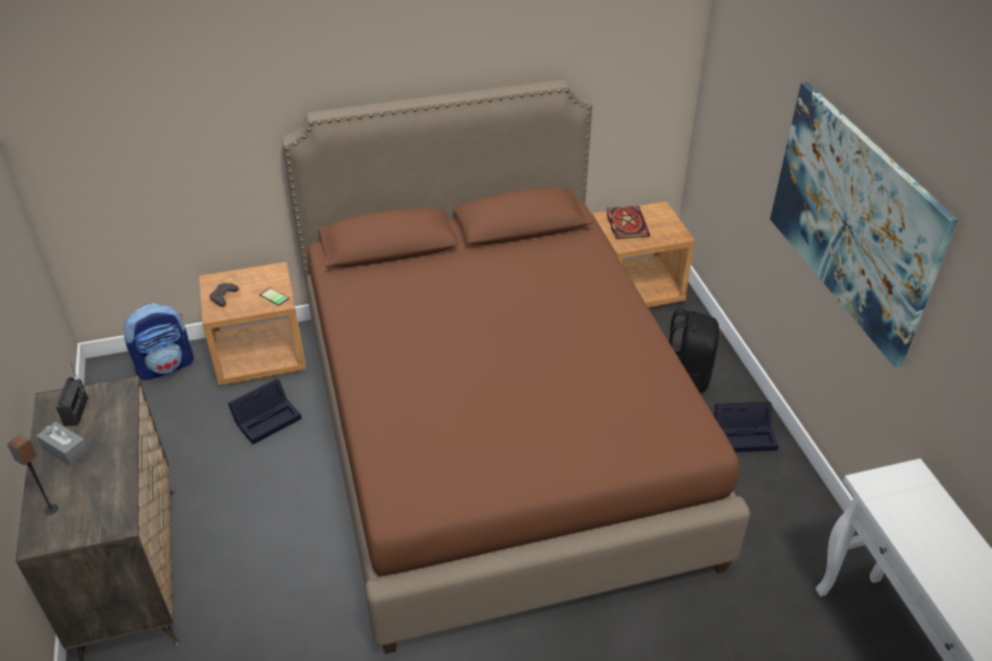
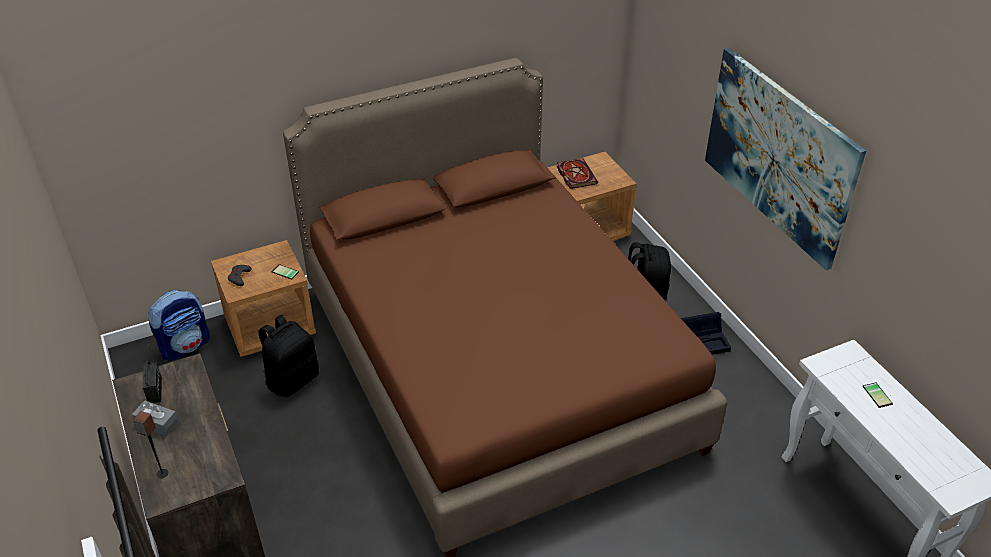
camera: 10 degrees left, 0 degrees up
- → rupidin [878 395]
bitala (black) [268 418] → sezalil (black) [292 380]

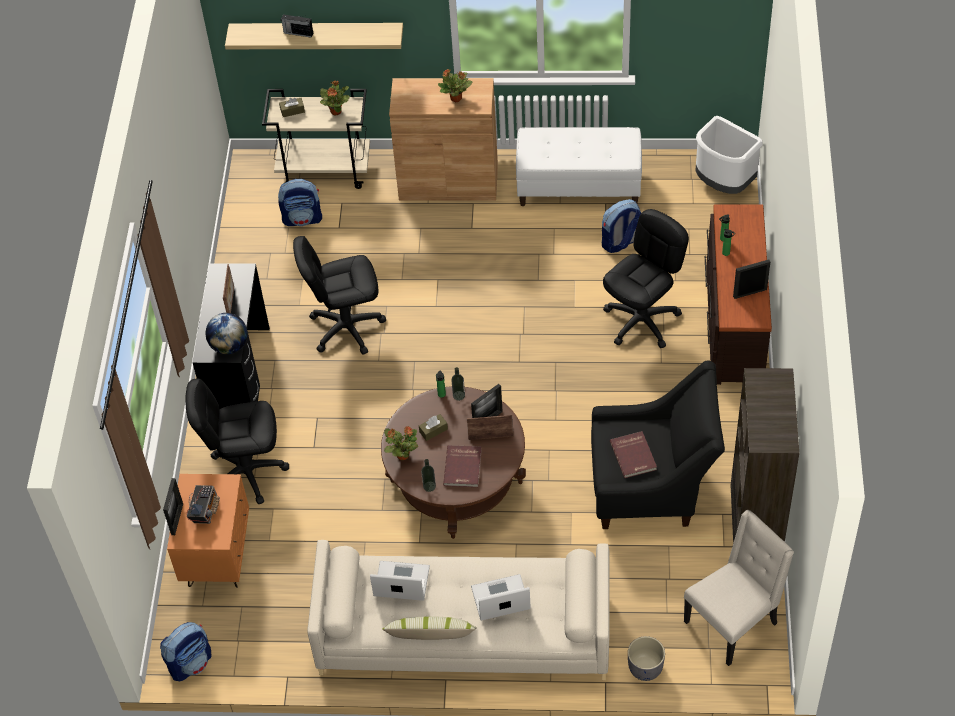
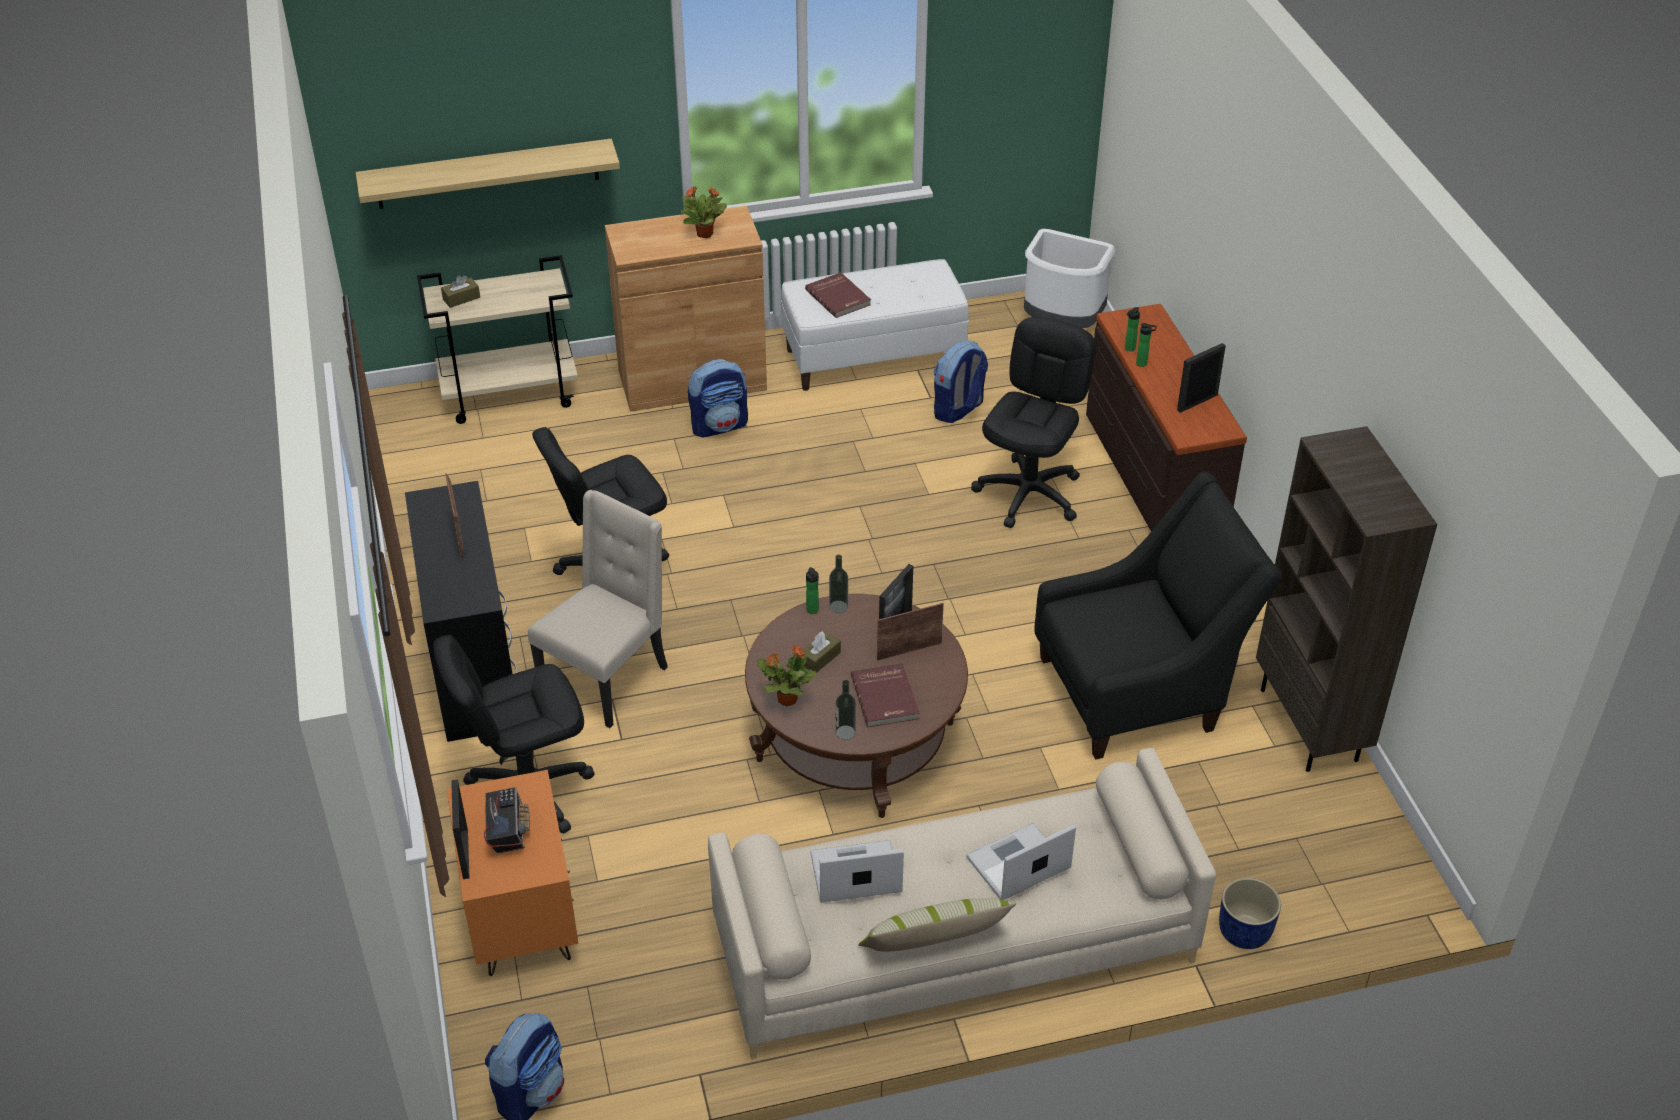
camera: 20 degrees left, 10 degrees down
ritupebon [229 346] → -
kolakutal [298 33] → -
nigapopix [336 111] → -
sezalil [303 218] → sezalil [719 425], relocated
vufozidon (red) [634 456] → vufozidon (red) [839 297], relocated
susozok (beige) [733 622] → susozok (beige) [607 678], relocated
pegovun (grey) [644 668] → pegovun (blue) [1243 932]

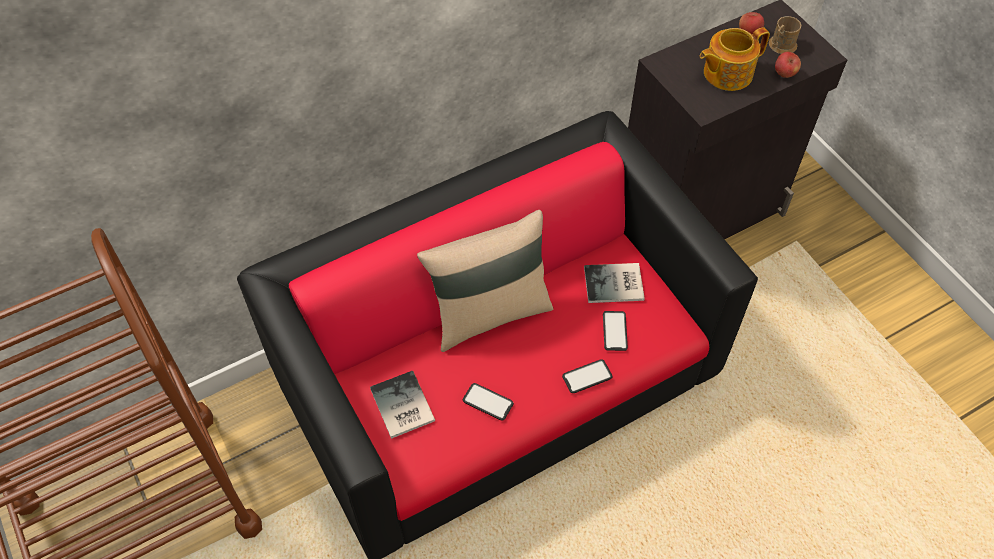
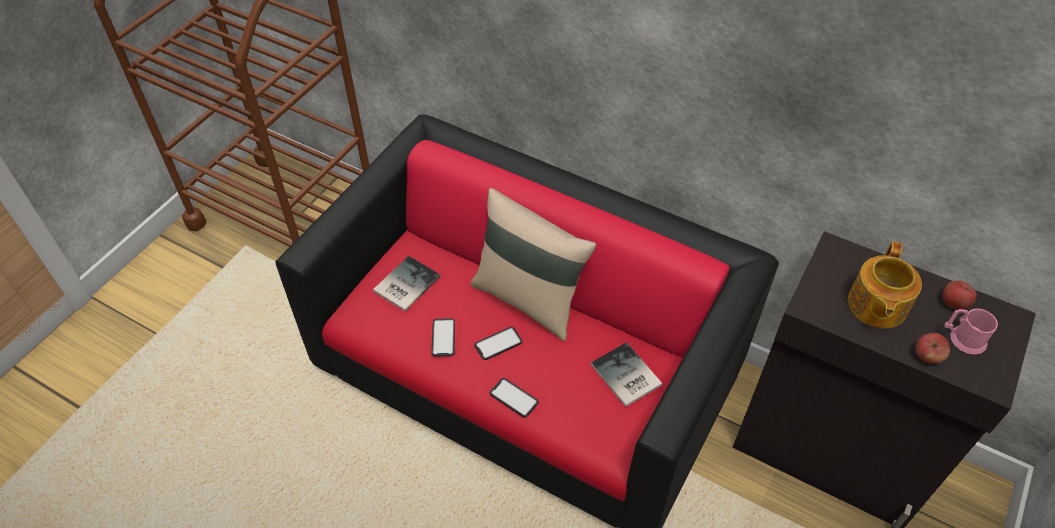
camera: 60 degrees right, 5 degrees down
rupidin [615 331] → rupidin [498 344], relocated
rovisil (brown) [780 46] → rovisil (pink) [962 338]
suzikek [726 73] → suzikek [876 306], 105 degrees counterclockwise

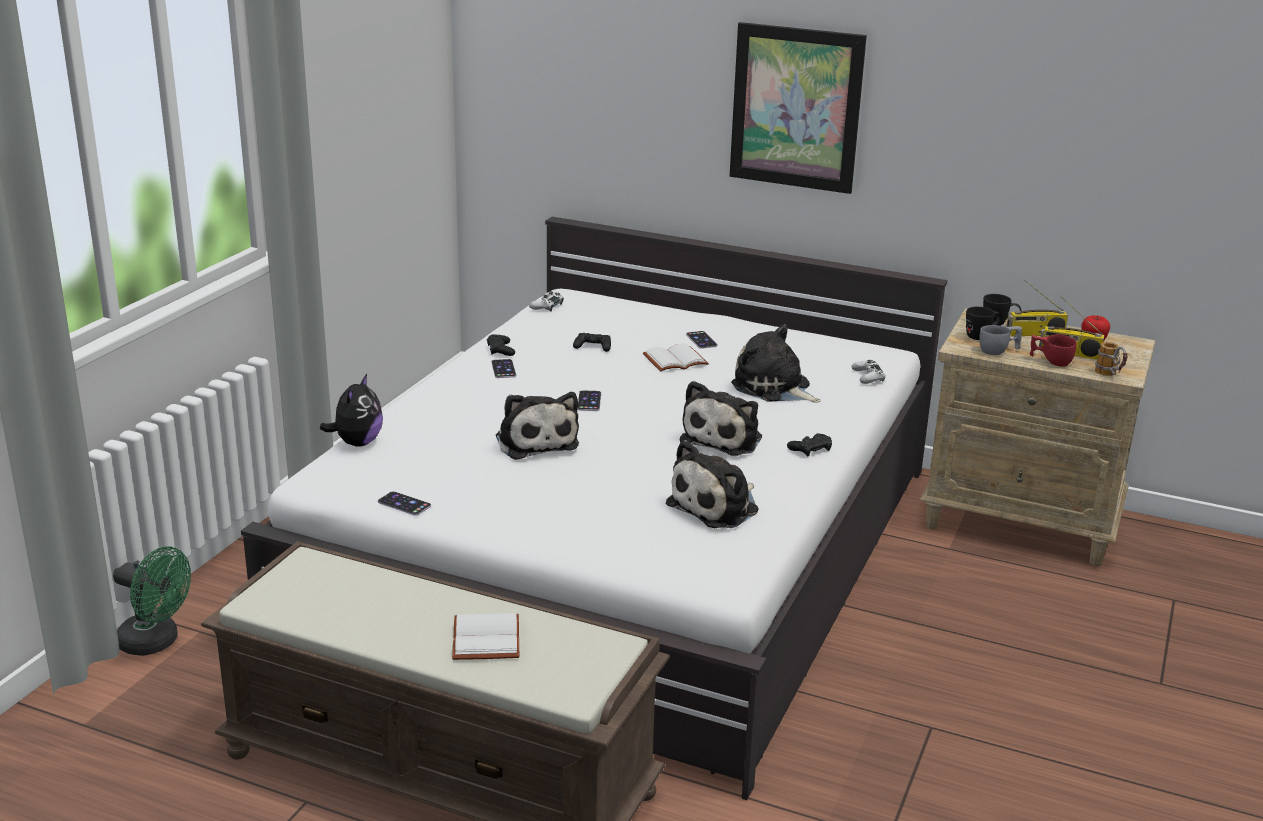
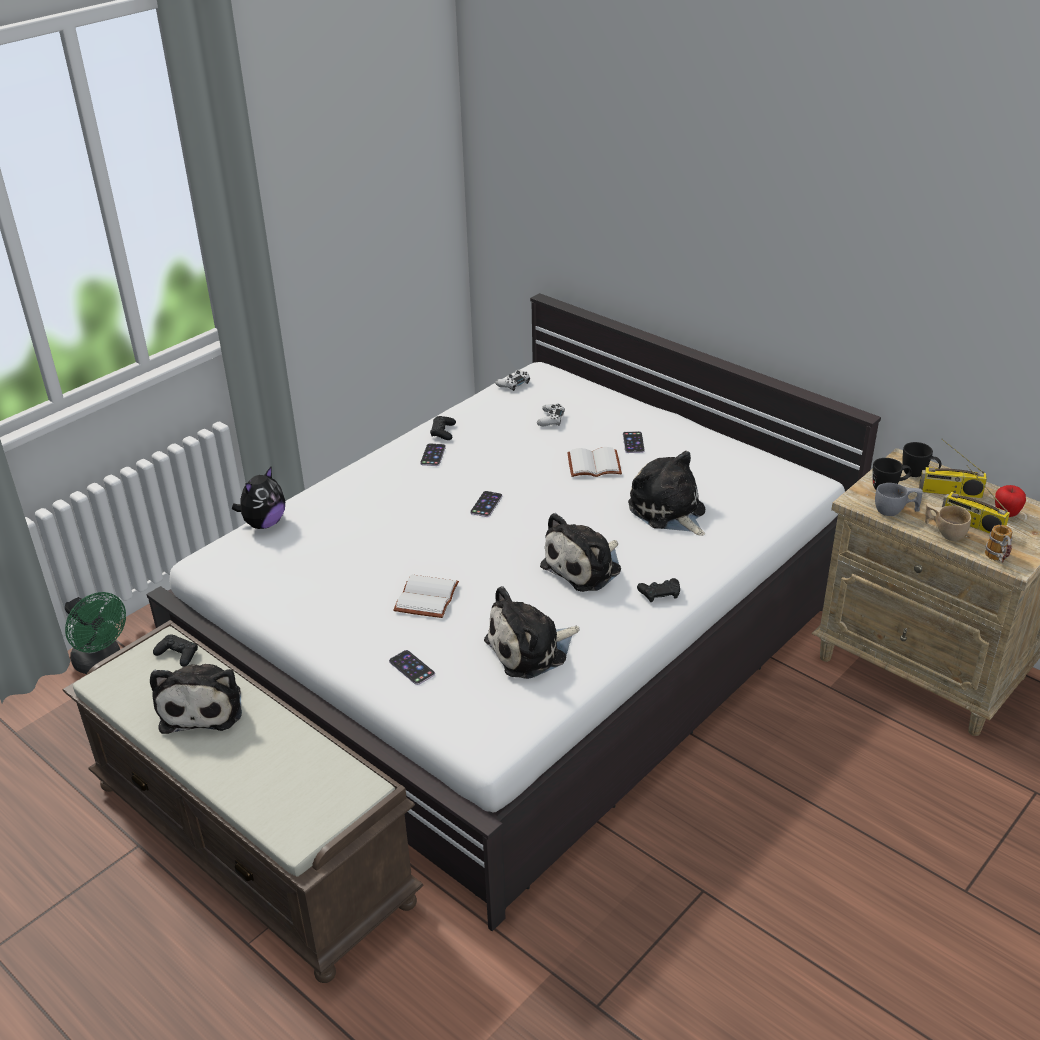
camera: 20 degrees right, 10 degrees up
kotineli [796 108] → -
rupidin [404 504] → rupidin [412 667], relocated
vufozidon (white) [484 638] → vufozidon (white) [425 597], relocated
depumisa [535 441] → depumisa [203 706], relocated
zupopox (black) [593 347] → zupopox (black) [178 654], relocated
zupopox (white) [868 377] → zupopox (white) [551 419], relocated
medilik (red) [1050 361] → medilik (beige) [944 532]

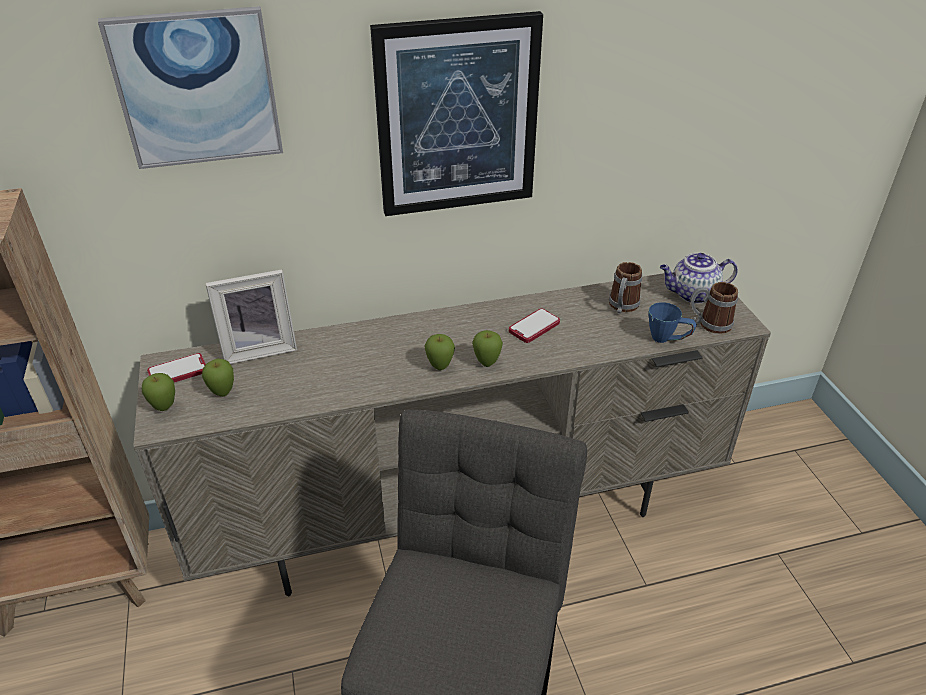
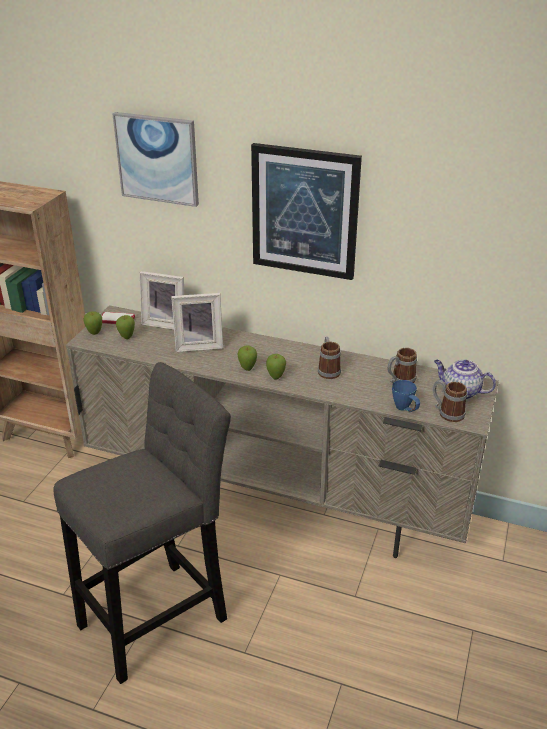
camera: 35 degrees right, 5 degrees down
- → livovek [199 345]
rupidin [534 327] → rovisil [328 370]

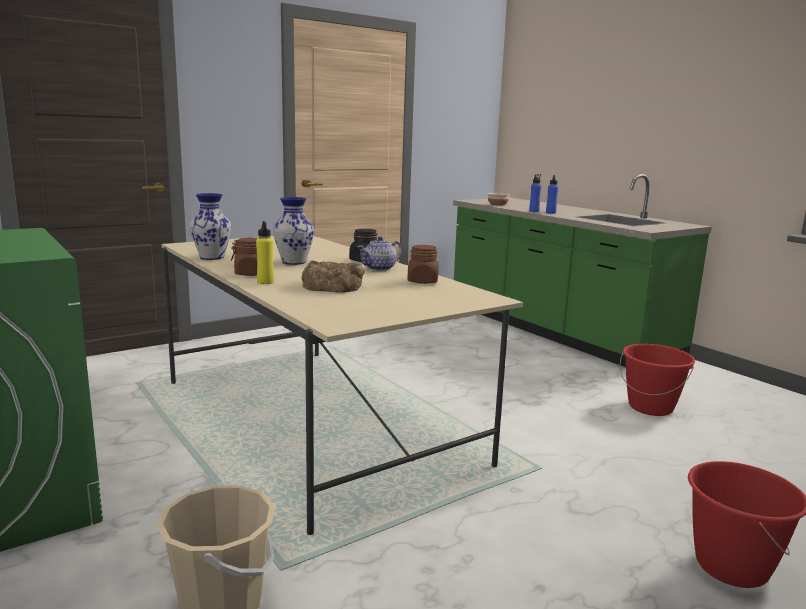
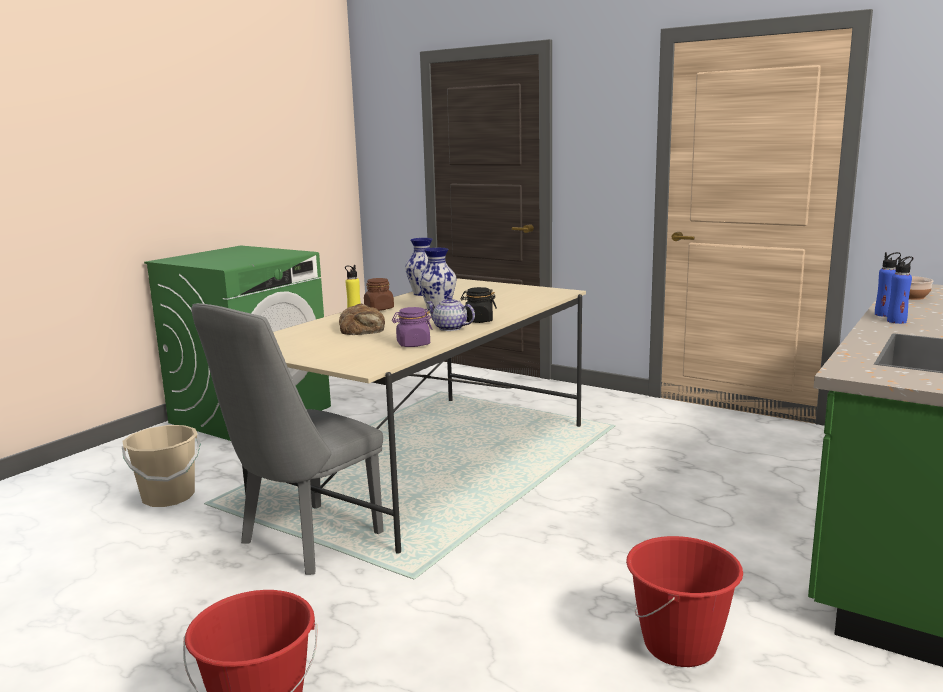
camera: 70 degrees right, 0 degrees up
- → susozok (grey) [303 543]
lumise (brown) [423 281] → lumise (purple) [413 344]

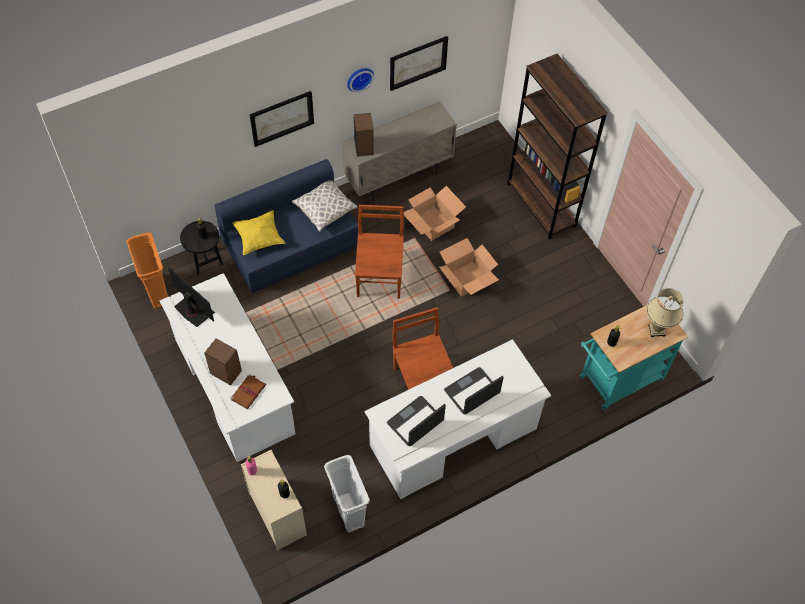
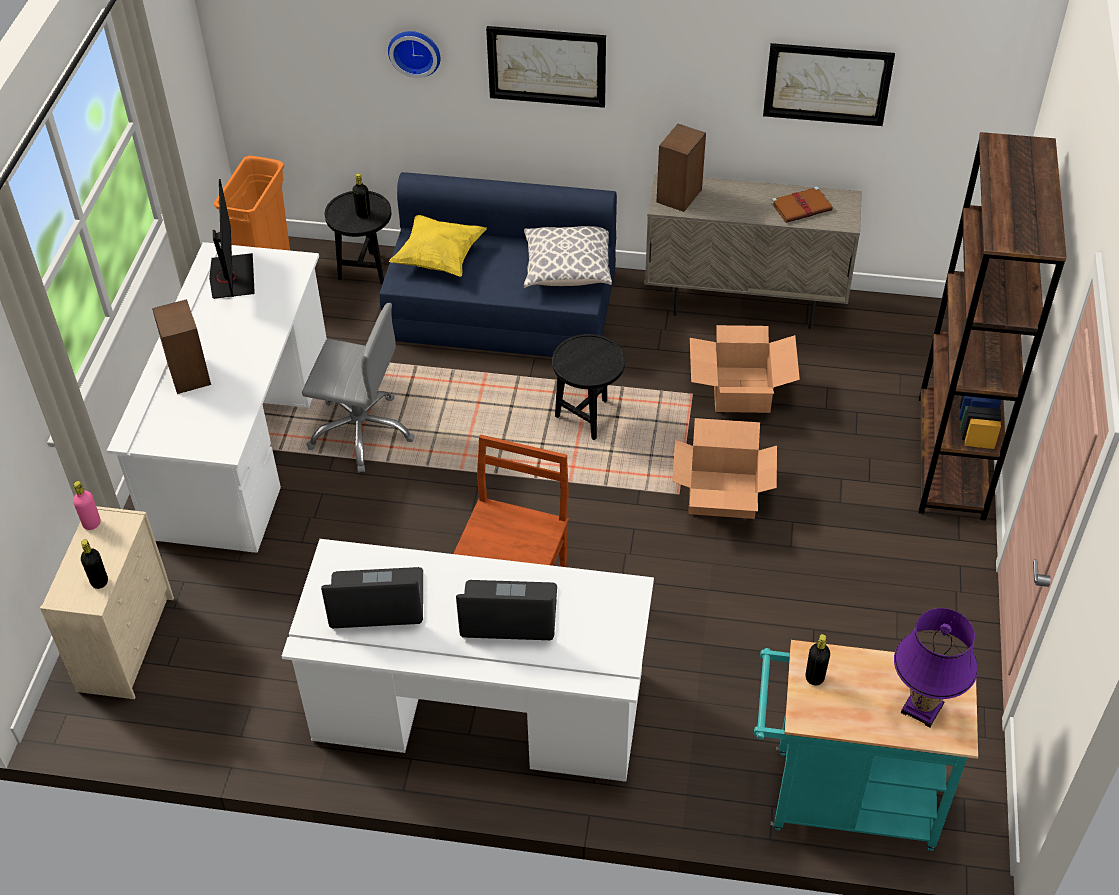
camera: 40 degrees right, 10 degrees down
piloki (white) [348 511] → -
- → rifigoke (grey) [361 432]
vufozidon (brown) [248 392] → vufozidon (brown) [802 207], relocated
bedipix [359 78] → bedipix [415 51], relocated
susozok (brown) [379 276] → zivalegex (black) [588 416]
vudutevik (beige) [656 330] → vudutevik (purple) [921 708]

